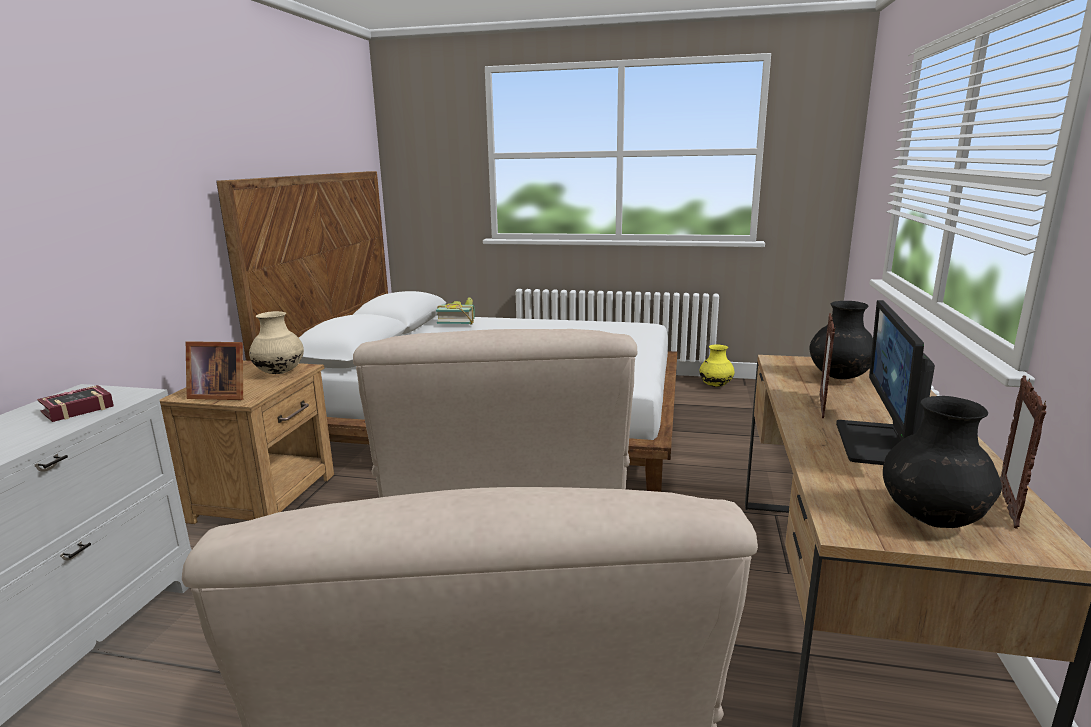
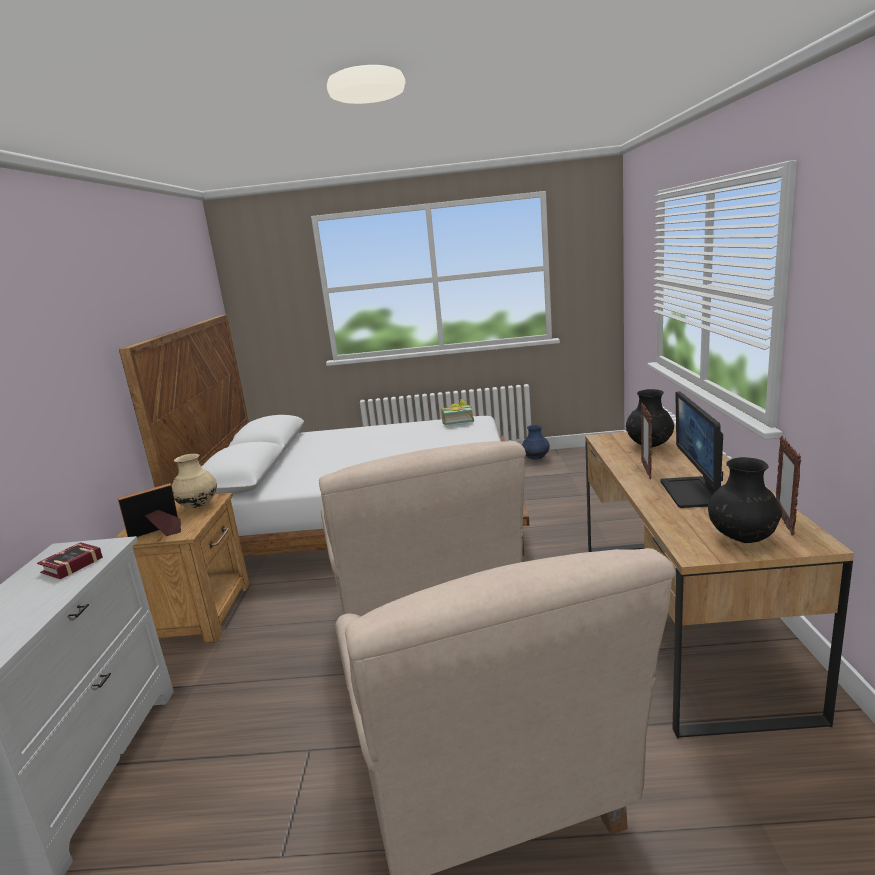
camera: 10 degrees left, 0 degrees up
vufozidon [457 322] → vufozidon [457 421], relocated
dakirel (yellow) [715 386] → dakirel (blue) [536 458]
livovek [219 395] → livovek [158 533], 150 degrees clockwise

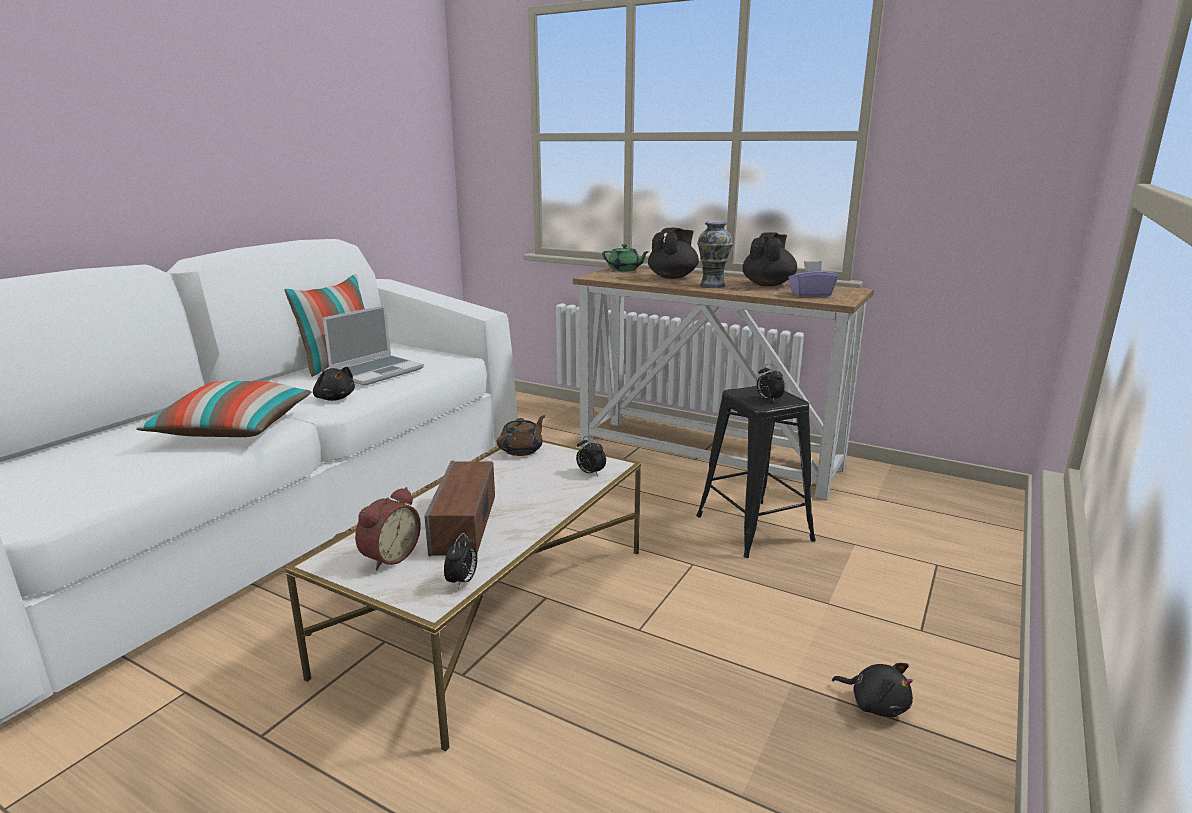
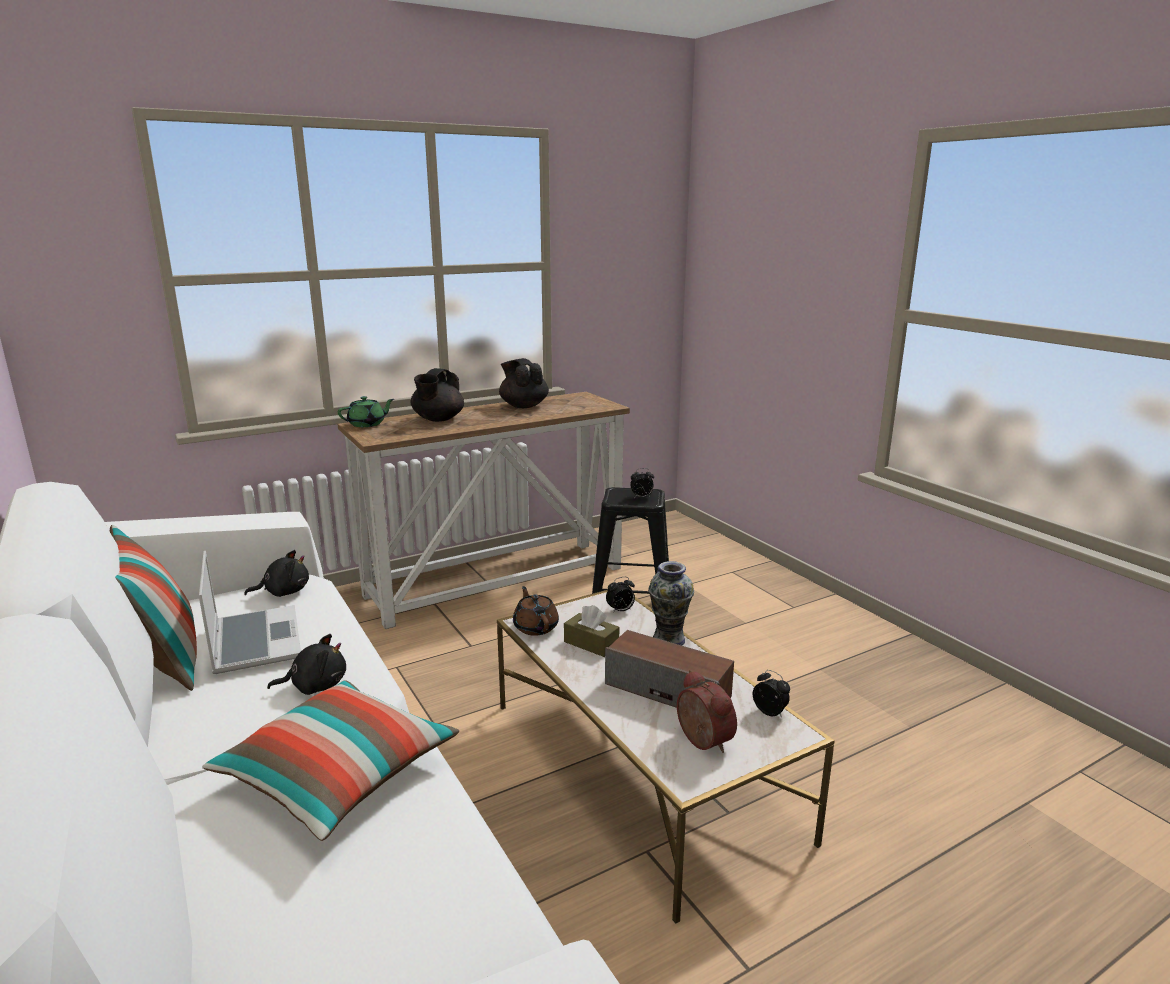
camera: 60 degrees left, 0 degrees up
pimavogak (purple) [810 294] → -
- → pimavogak (brown) [591 644]
dakirel [712 285] → dakirel [668 639], relocated
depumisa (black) [875 704] → depumisa (black) [284 592], relocated
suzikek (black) [673 277] → suzikek (black) [437 419], 135 degrees counterclockwise

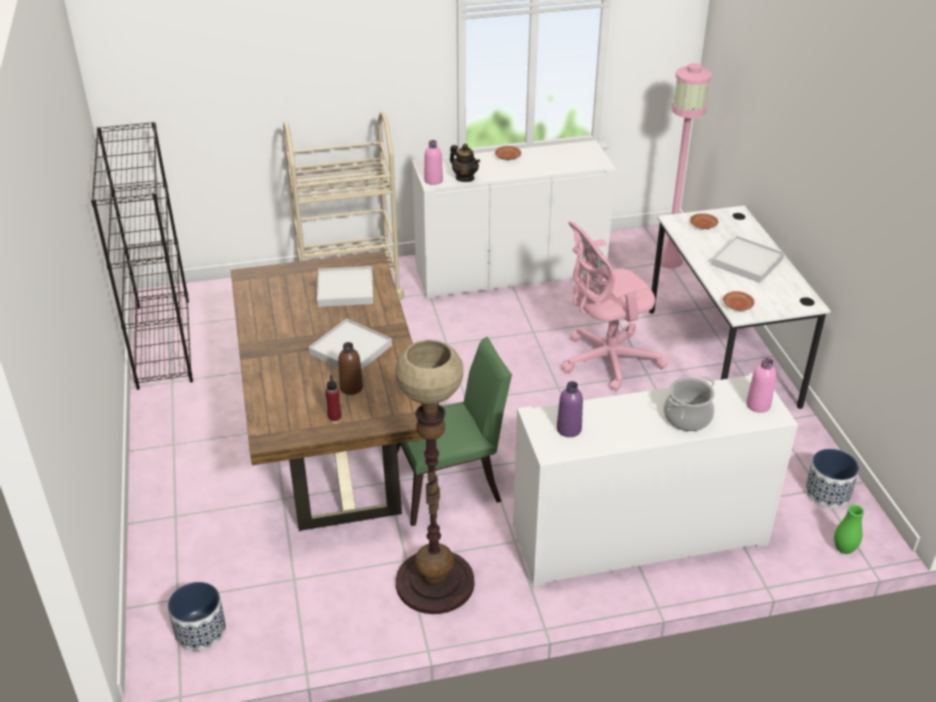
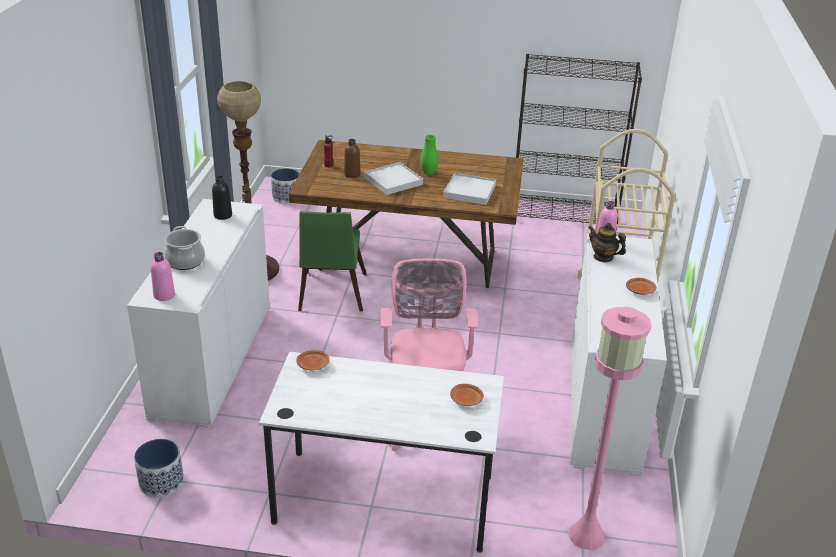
camera: 110 degrees right, 5 degrees down
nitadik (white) [747 262] → -
dakirel (green) [844 549] → dakirel (green) [428 173], relocated
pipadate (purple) [569 429] → pipadate (black) [223 215]
suzikek [465 178] → suzikek [603 257], 60 degrees clockwise

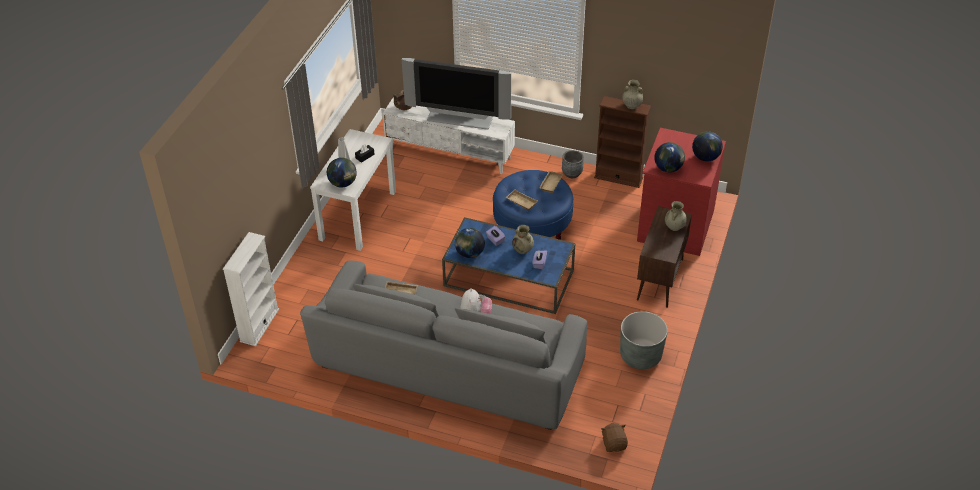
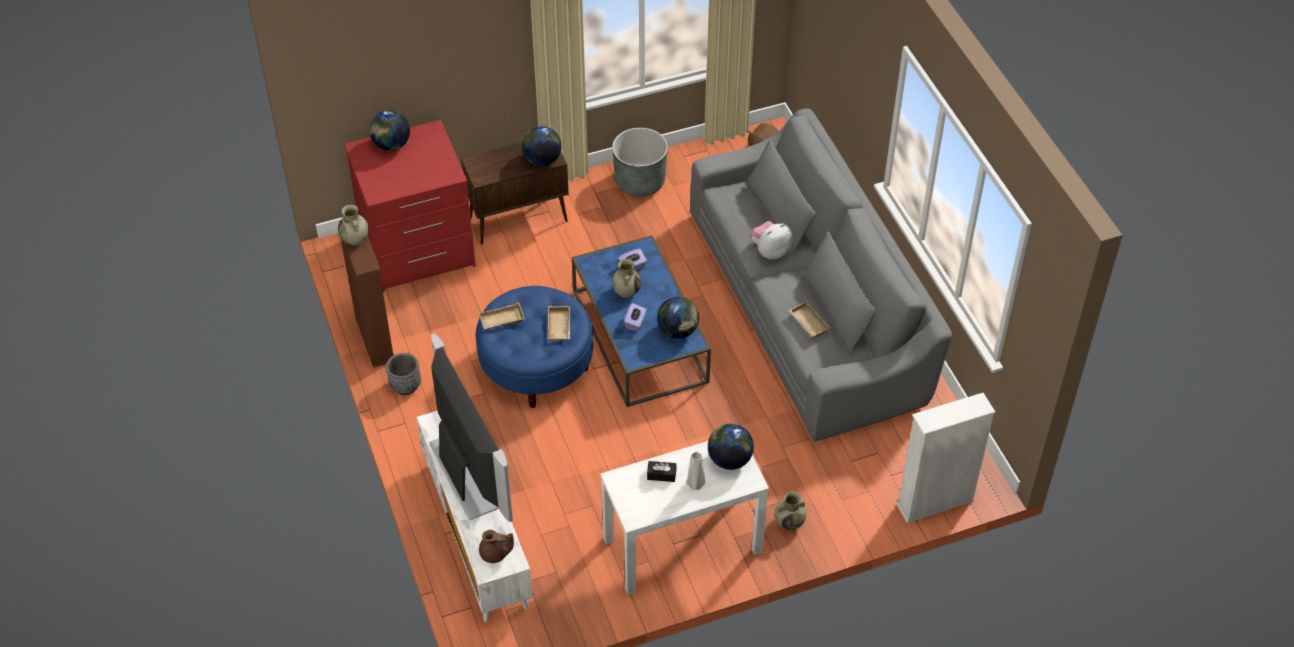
camera: 130 degrees left, 5 degrees up
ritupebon [668 168] → ritupebon [542 160], relocated
dakirel (beige) [674 227] → dakirel (beige) [789 522], relocated

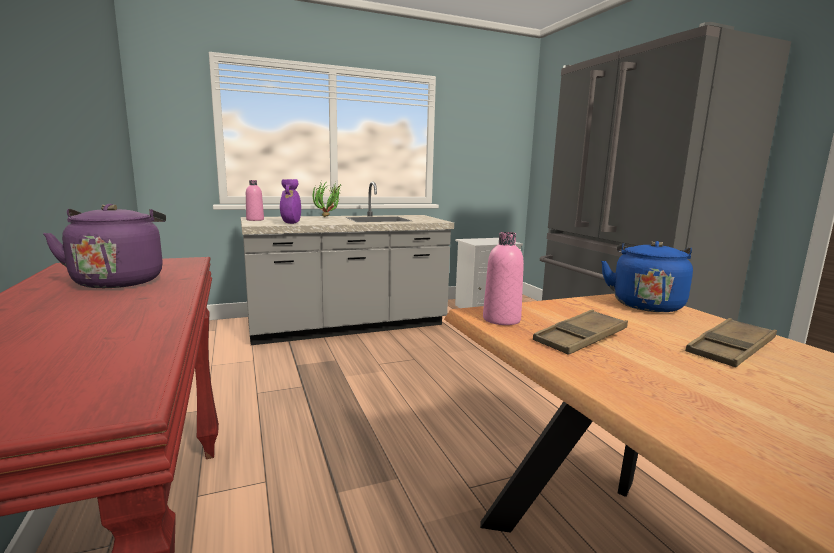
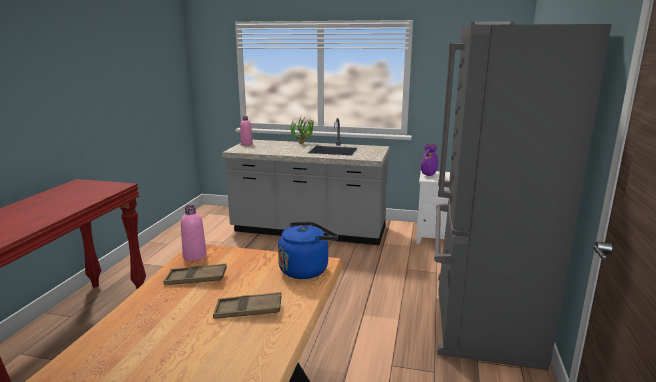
camera: 35 degrees right, 5 degrees up
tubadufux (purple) [120 281] → -
dakirel (purple) [291 223] → dakirel (purple) [428 175], relocated

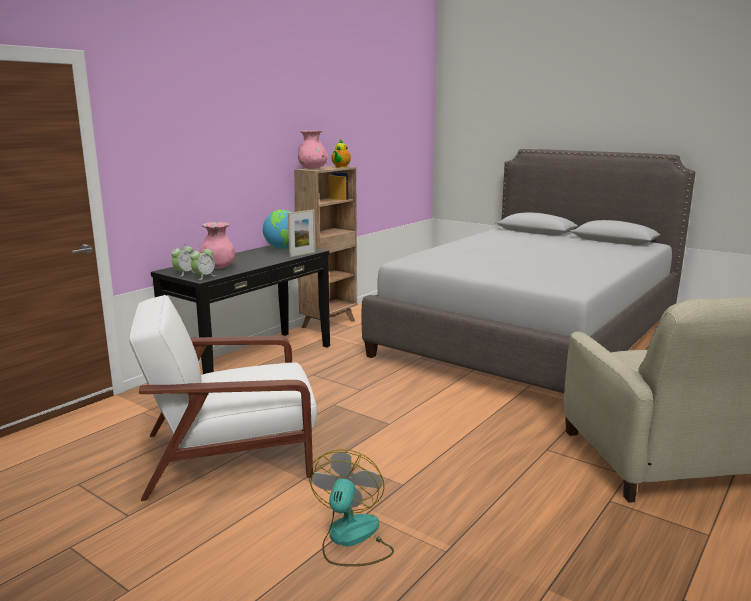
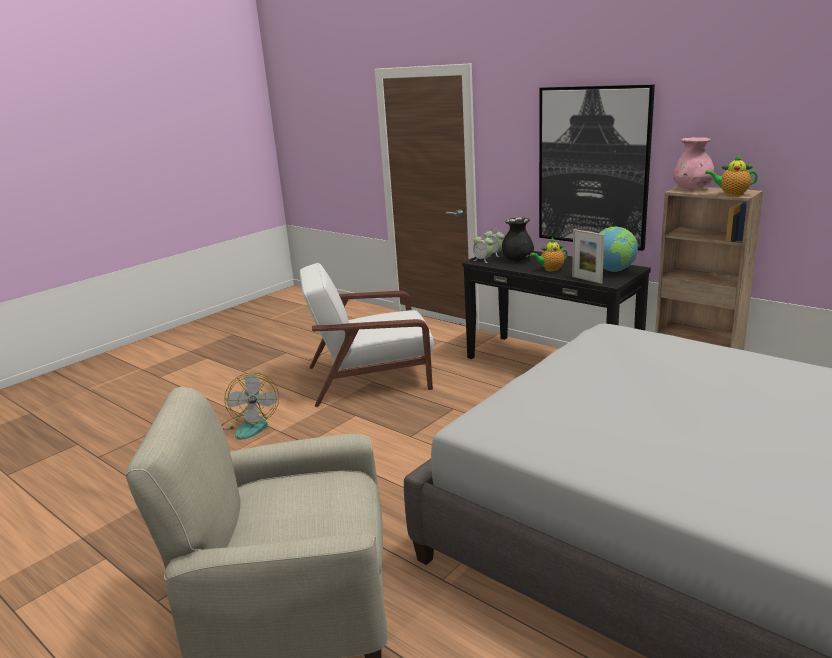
camera: 95 degrees right, 5 degrees up
- → suzikek [550 269]
- → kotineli [593 167]
dakirel (pink) [217 267] → dakirel (black) [517 260]
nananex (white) [231 454] → nananex (white) [371 377], 90 degrees counterclockwise
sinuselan [351 539] → sinuselan [250 425], 60 degrees clockwise

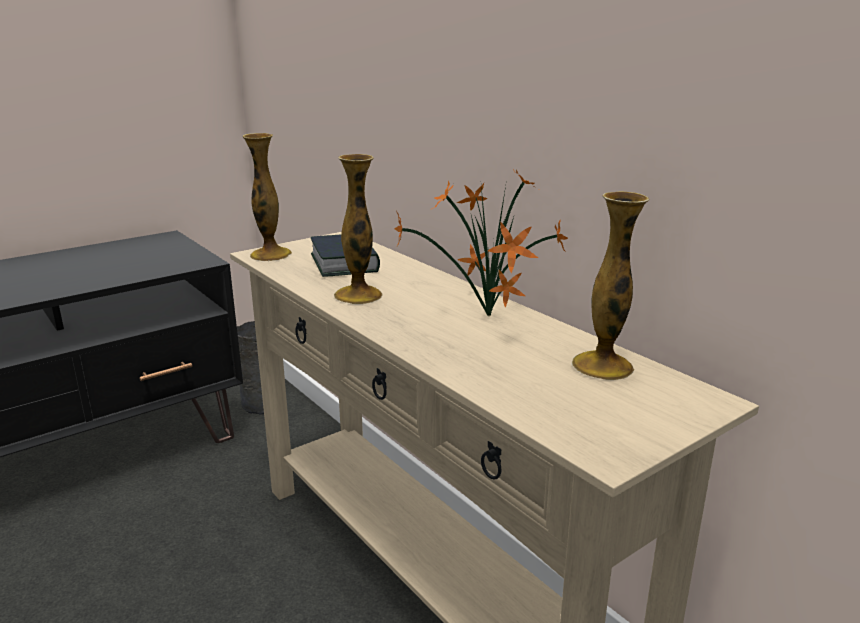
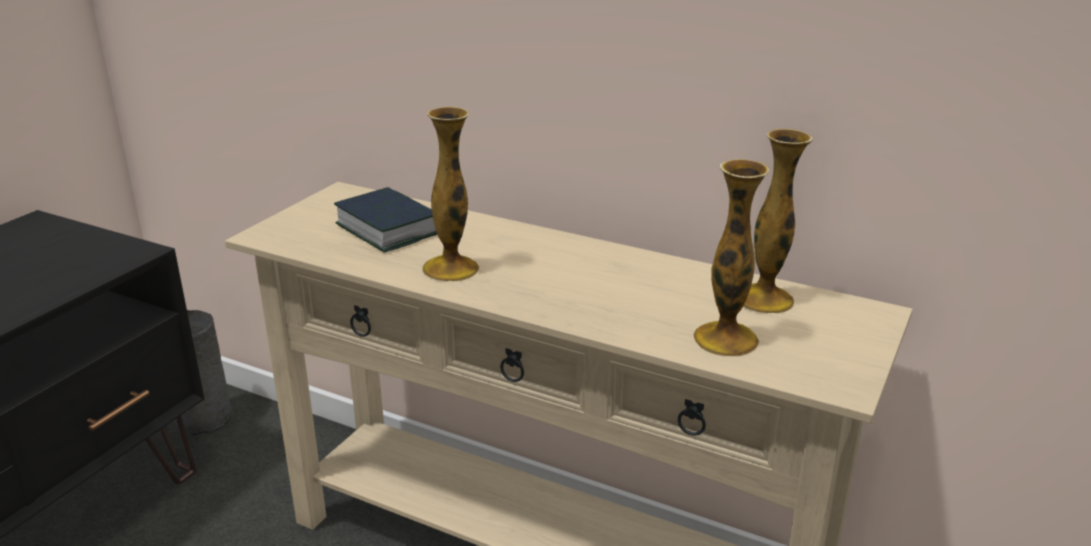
camera: 25 degrees left, 5 degrees up
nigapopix [488 319] → -
dakirel [270 254] → dakirel [725 339], relocated

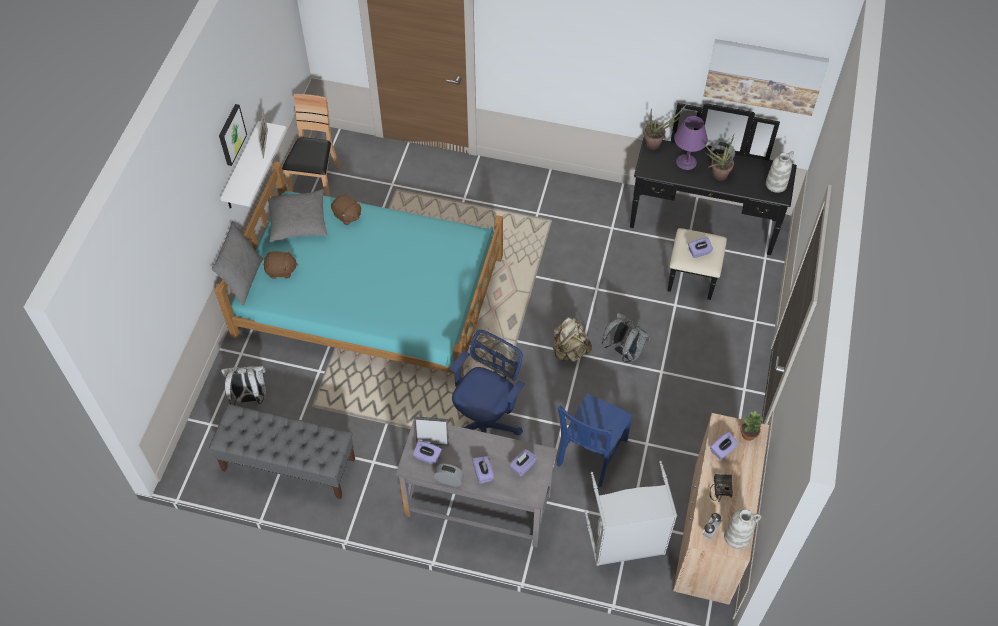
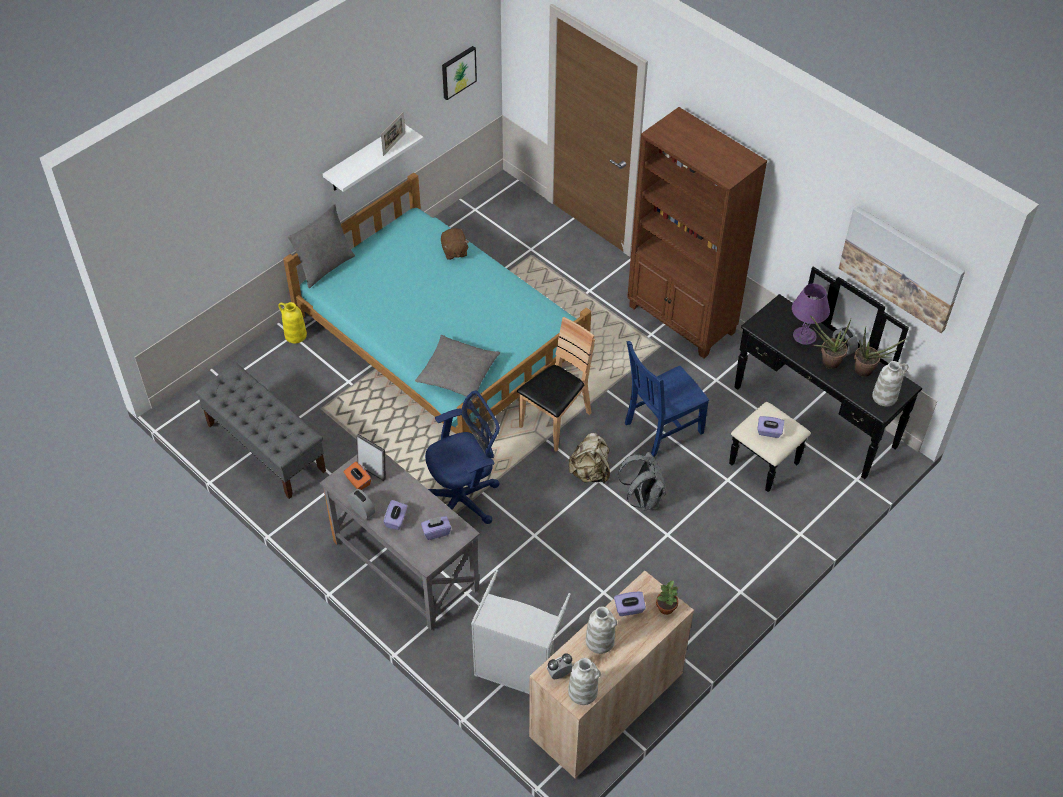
camera: 30 degrees right, 5 degrees down
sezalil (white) [249 397] → -
depumisa (brown) [281 271] → -
- → dakirel (yellow) [295 335]
- → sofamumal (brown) [681 320]
kotineli [231 134] → kotineli [458 72], relocated
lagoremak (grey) [298 221] → lagoremak (grey) [458 373], relocated
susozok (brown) [316 184] → susozok (brown) [555 421], relocated
susozok (blue) [590 454] → susozok (blue) [661 429], relocated
nigapopix [656 144] → nigapopix [867 371], relocated
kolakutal [720 488] → dakirel (white) [600 641]
pimavogak (purple) [427 457] → pimavogak (orange) [358 481]

